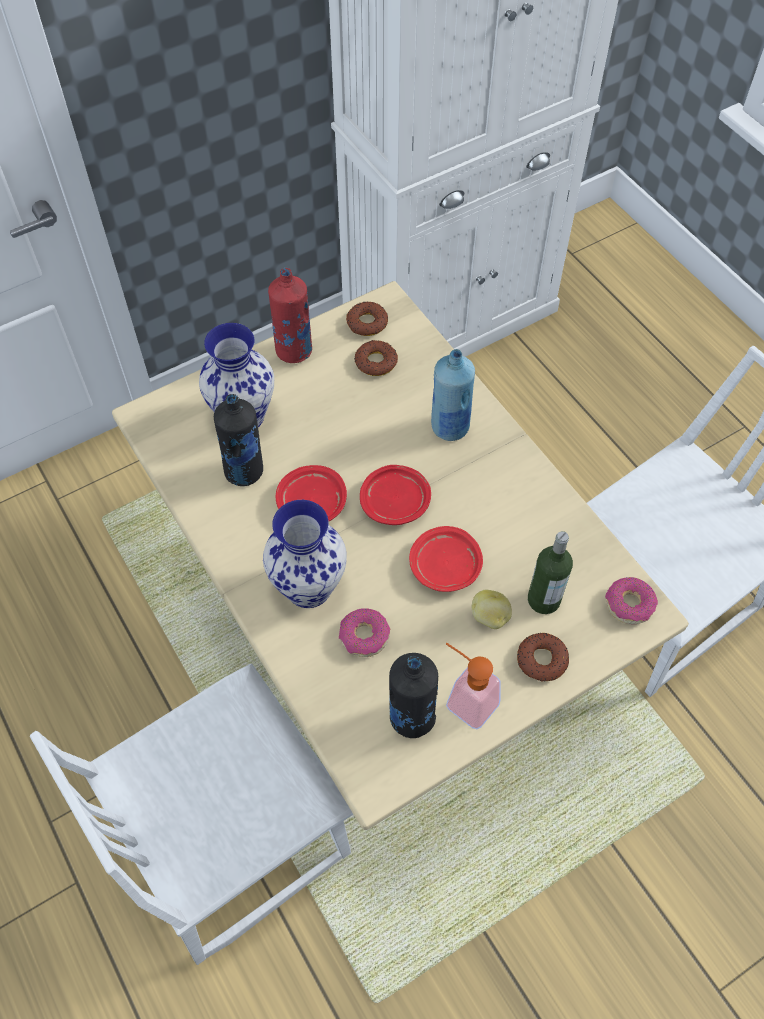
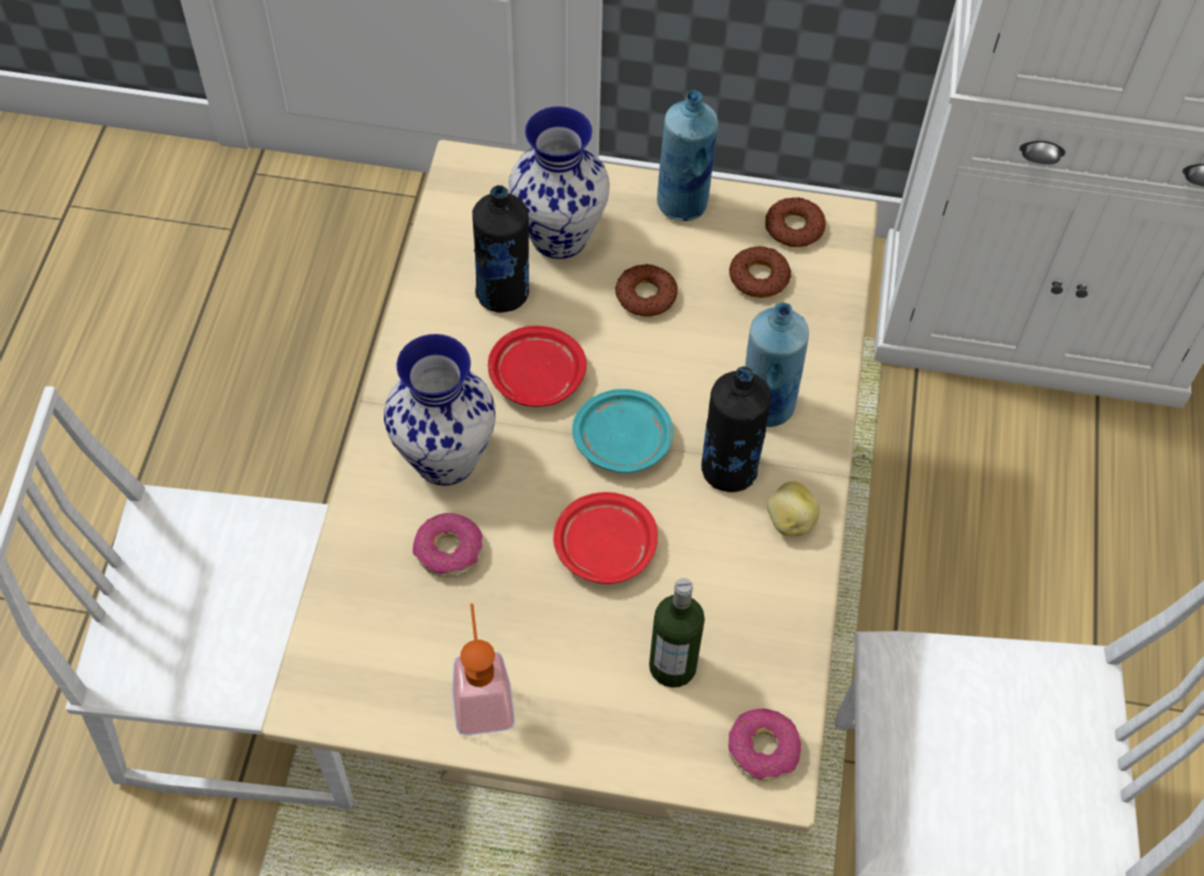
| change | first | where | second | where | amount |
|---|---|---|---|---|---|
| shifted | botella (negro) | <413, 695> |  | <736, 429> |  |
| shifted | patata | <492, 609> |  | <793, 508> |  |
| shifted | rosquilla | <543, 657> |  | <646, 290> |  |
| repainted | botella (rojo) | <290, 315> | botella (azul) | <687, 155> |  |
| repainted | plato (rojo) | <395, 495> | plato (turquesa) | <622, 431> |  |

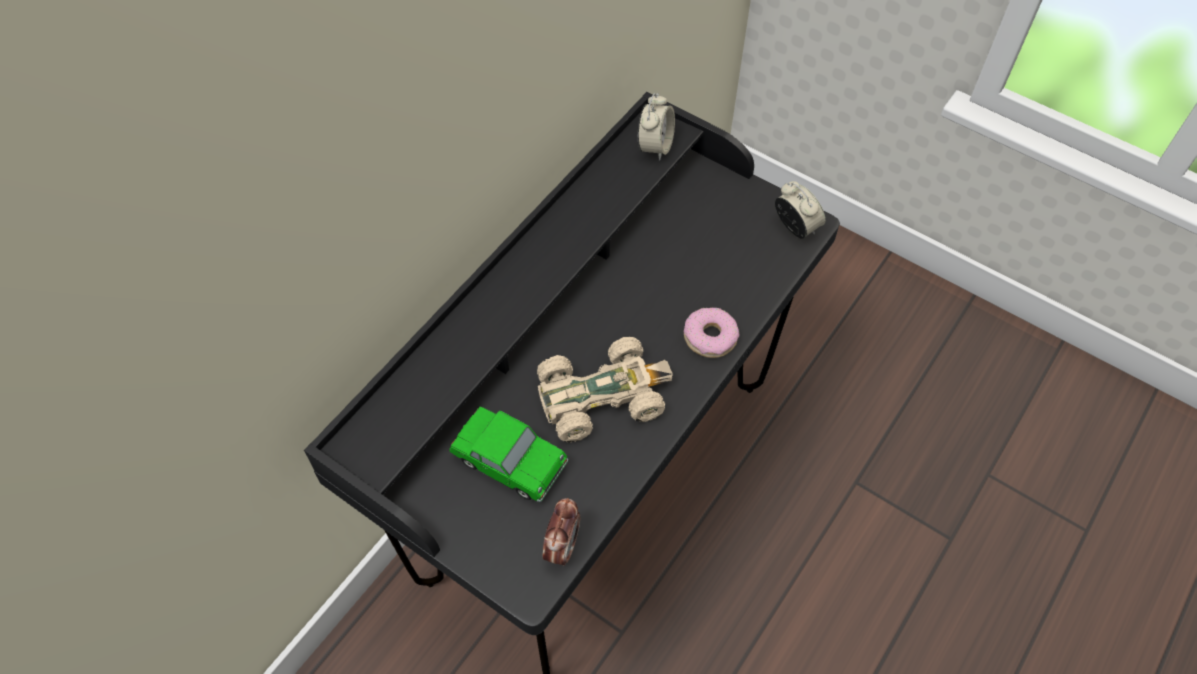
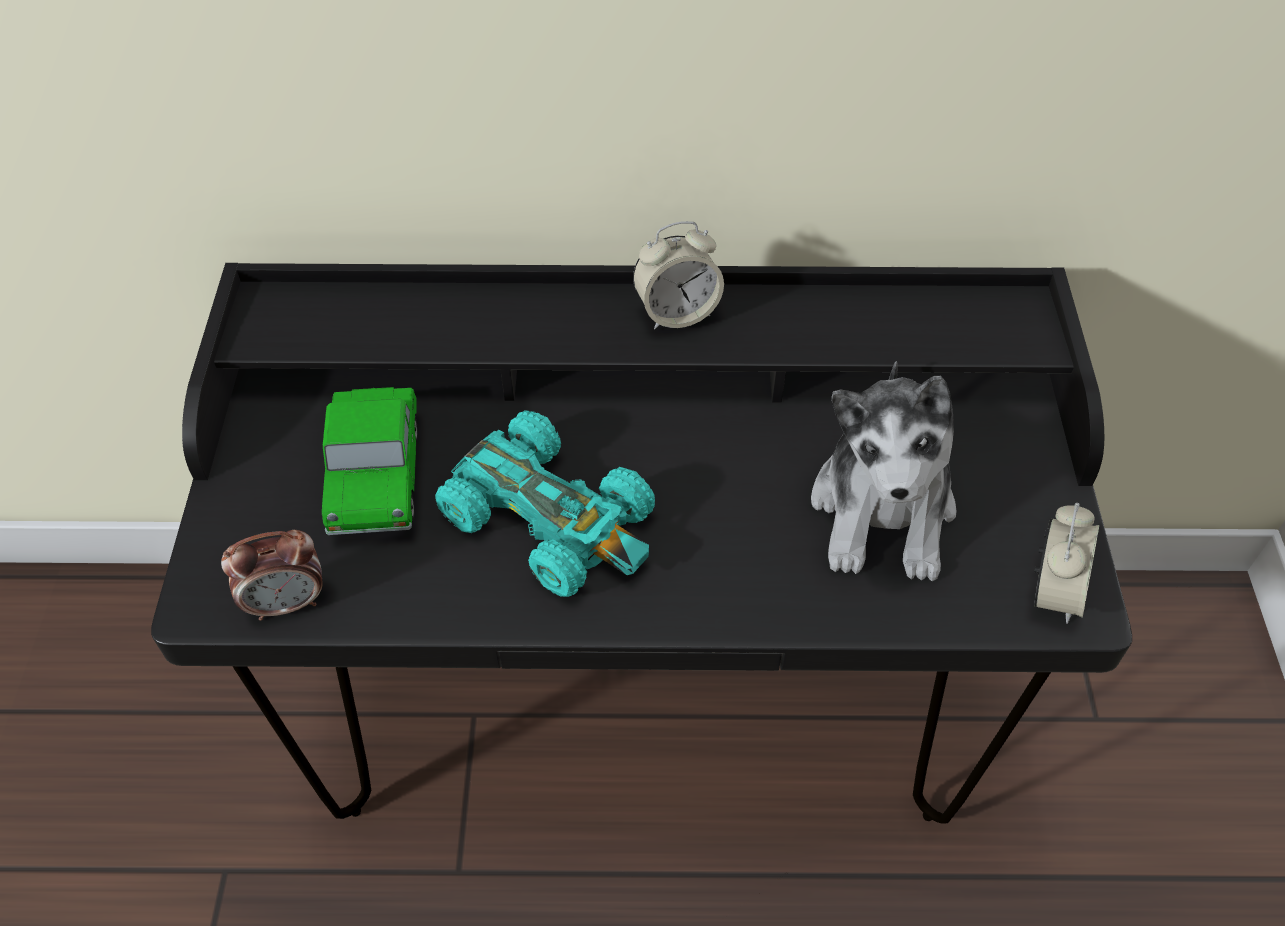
| change | first | where | second | where | amount |
|---|---|---|---|---|---|
| gone | rosquilla | <711, 333> |  |  |  |
| new |  |  | peluche | <884, 471> |  |
| shifted | despertador | <656, 126> |  | <678, 275> |  |
| repainted | coche de juguete (beis) | <605, 389> | coche de juguete (turquesa) | <545, 503> |  |

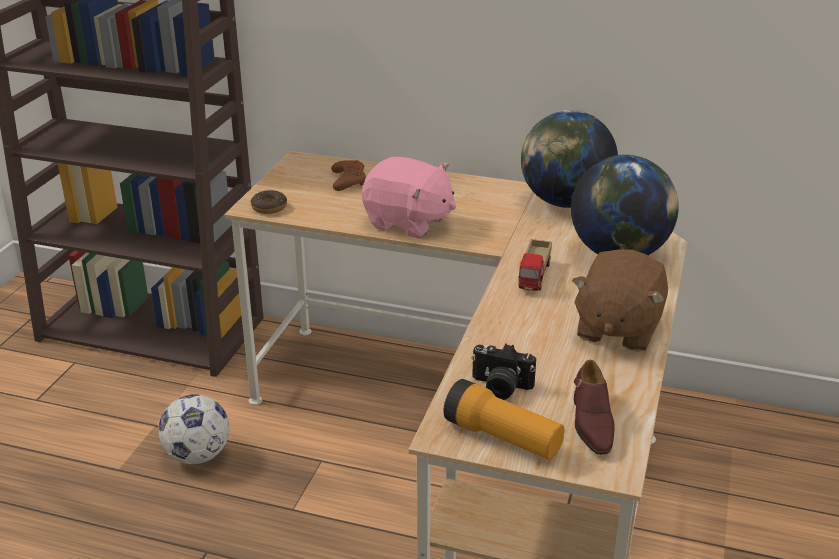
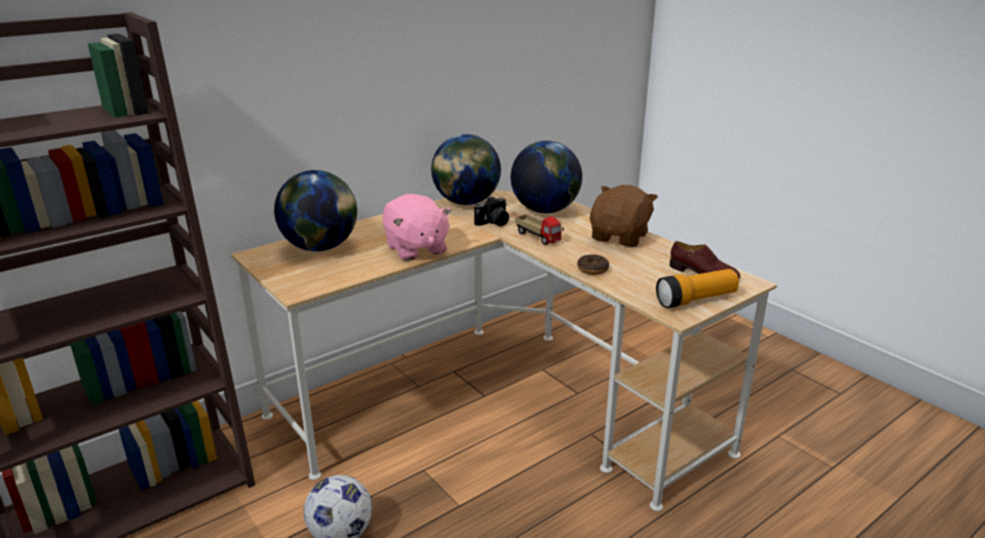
| change | first | where | second | where | amount |
|---|---|---|---|---|---|
| shifted | rosquilla | <268, 202> |  | <593, 264> |  |
| shifted | cámara | <503, 372> |  | <491, 211> |  |
| swapped | mando de consola (marrón) | <348, 175> | globo terráqueo | <315, 211> |  |
| rotated | peluche (rosa) | <409, 197> |  | <417, 227> | 90 degrees clockwise |
| rotated | peluche (marrón) | <620, 300> |  | <624, 216> | 120 degrees counterclockwise |

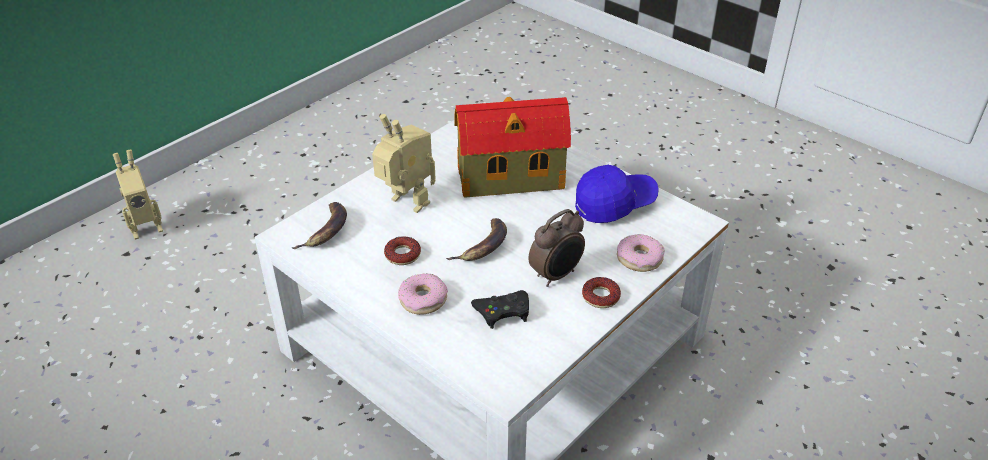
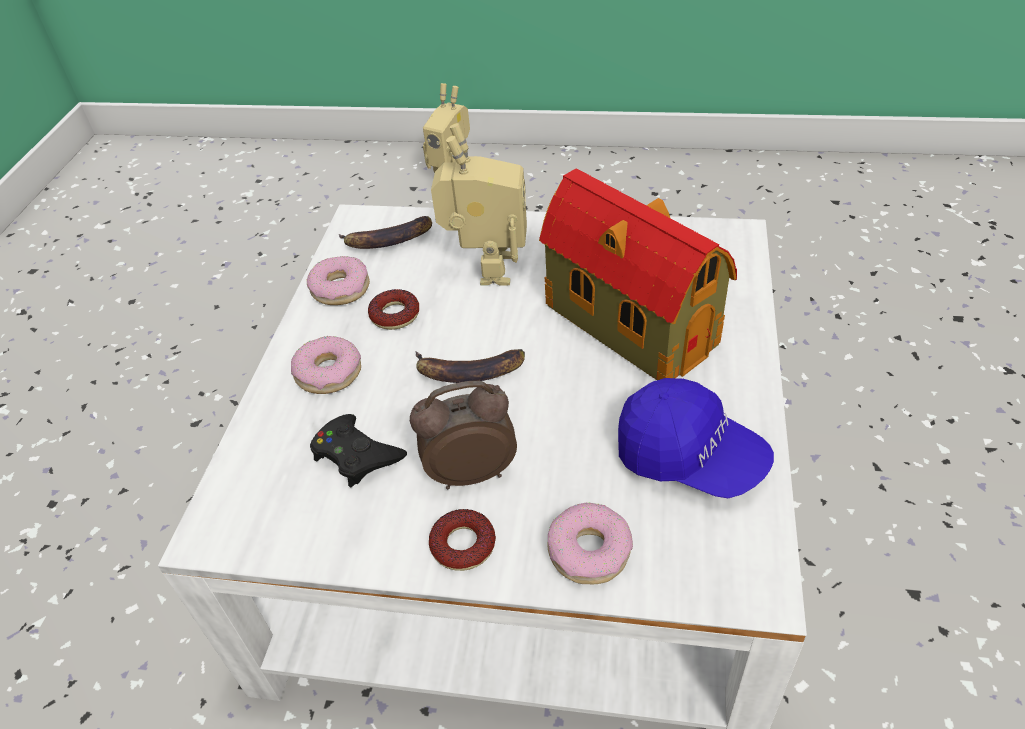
| change | first | where | second | where | amount |
|---|---|---|---|---|---|
| new |  |  | rosquilla | <338, 280> |  |
| rotated | despertador | <557, 248> |  | <463, 435> | 150 degrees clockwise |

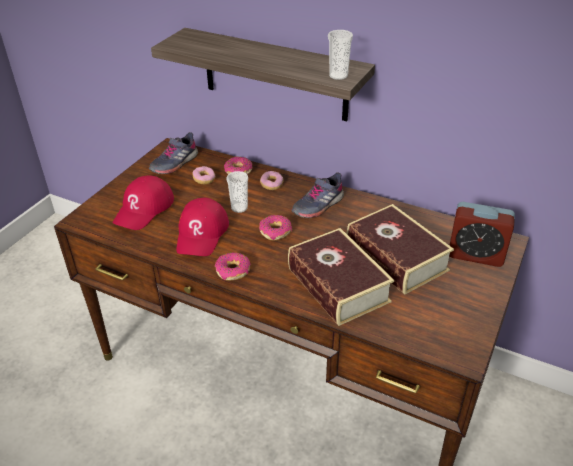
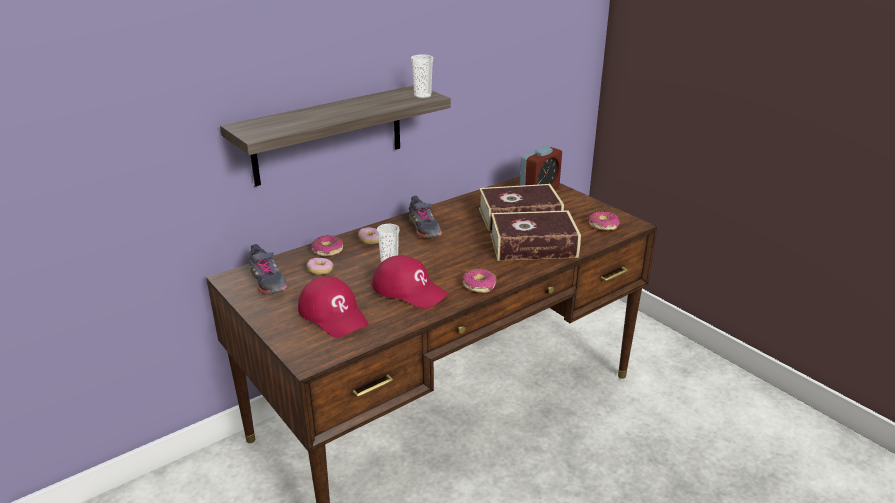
| change | first | where | second | where | amount |
|---|---|---|---|---|---|
| shifted | rosquilla | <275, 228> |  | <604, 221> |  |

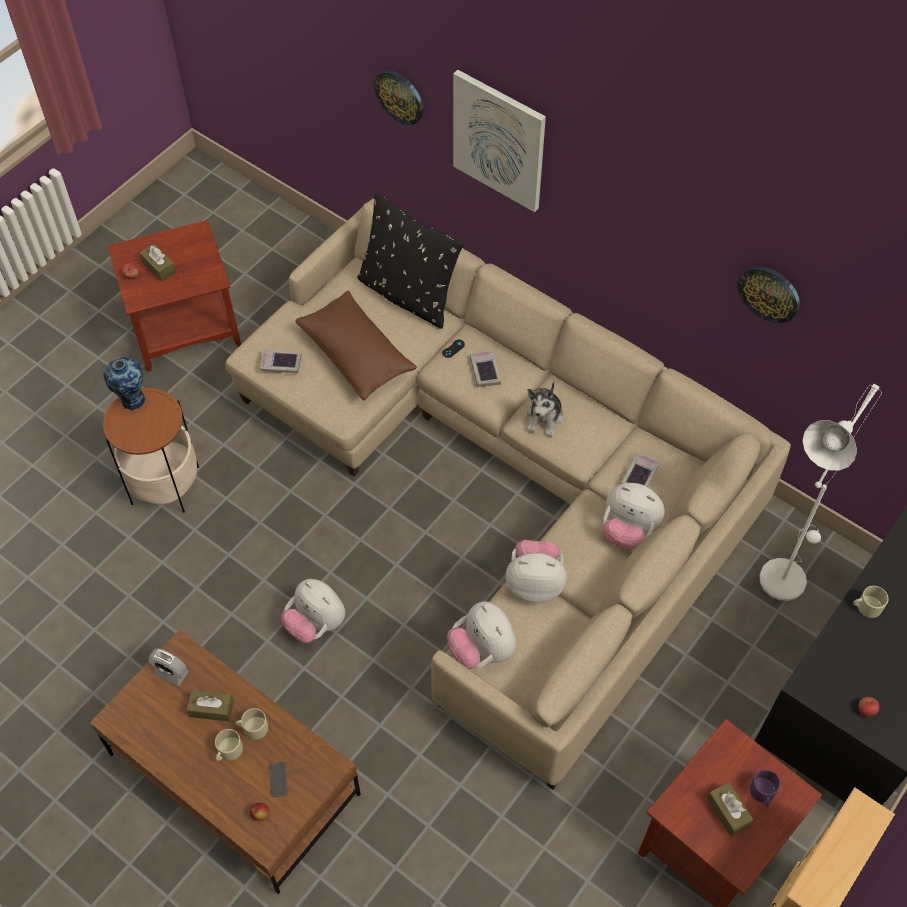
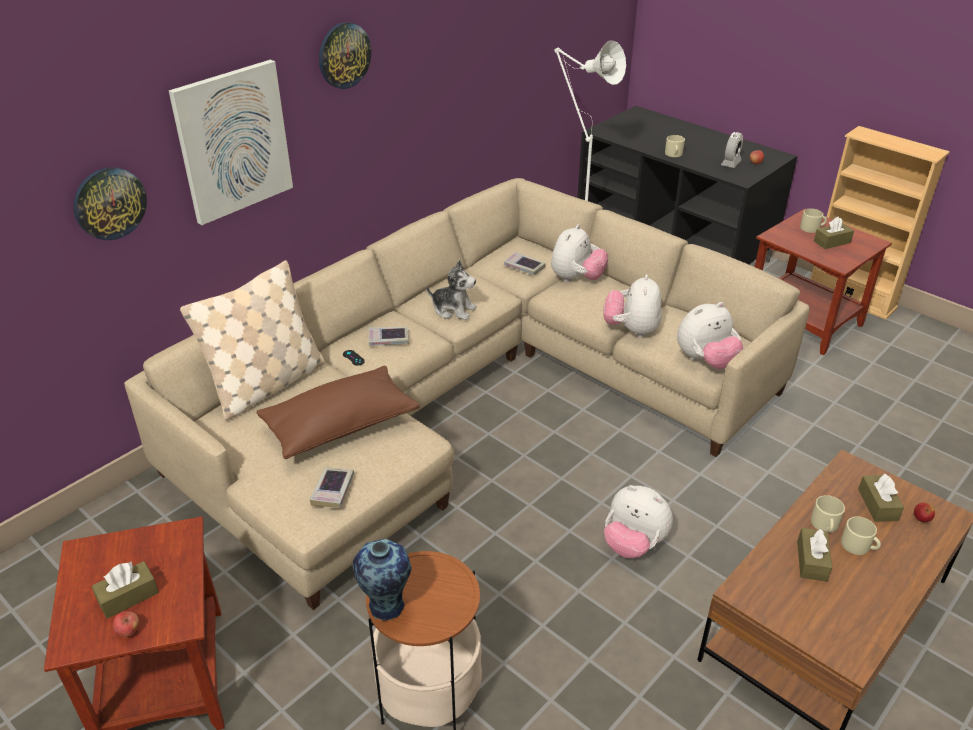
| change | first | where | second | where | amount |
|---|---|---|---|---|---|
| shifted | despertador | <168, 667> |  | <732, 150> |  |
| shifted | reloj de pared | <768, 294> |  | <345, 55> |  |
| swapped | móvil | <278, 779> | caja de pañuelos (marrón) | <881, 497> |  |
| repainted | cojín (negro) | <410, 260> | cojín (beis) | <252, 340> |  |
| repainted | taza grande (morado) | <765, 788> | taza grande (beis) | <813, 221> |  |
| rotated | peluche | <313, 611> |  | <638, 521> | 75 degrees clockwise |

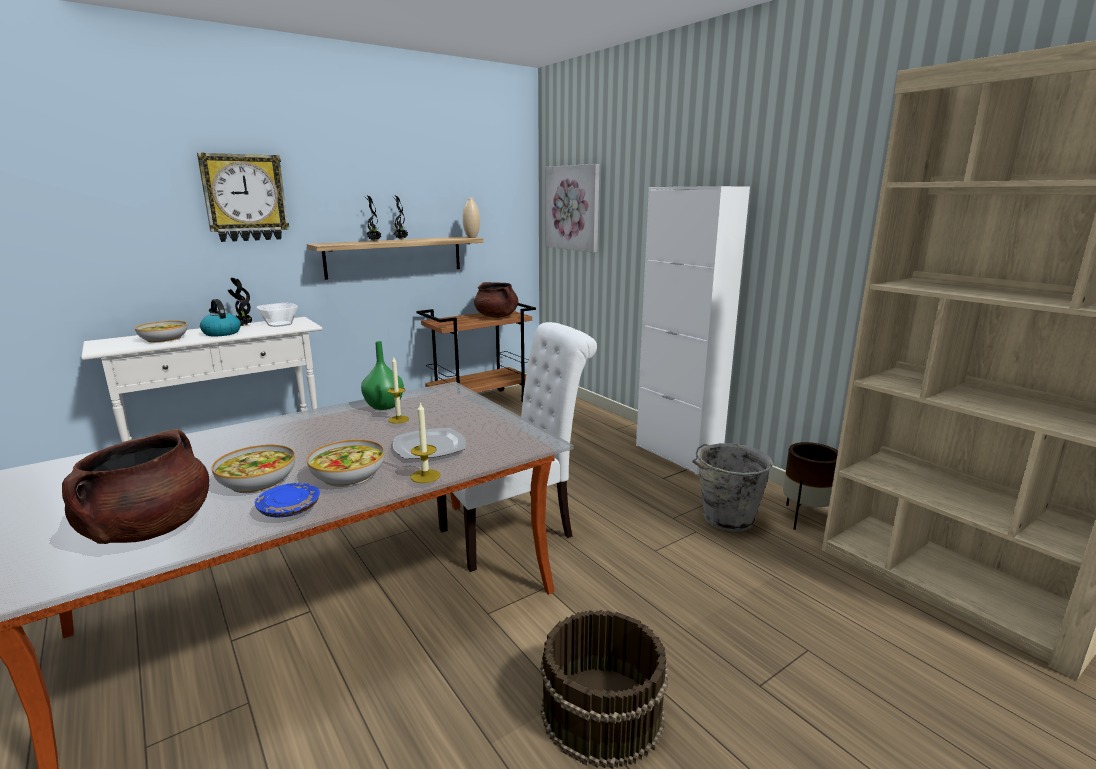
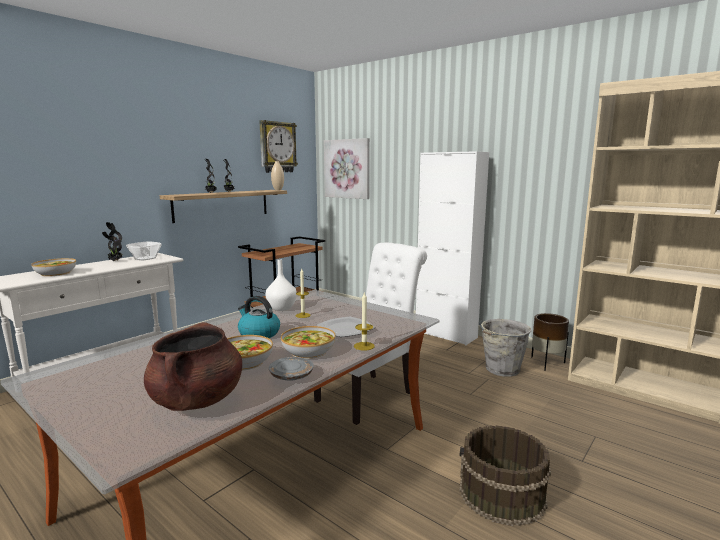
| change | first | where | second | where | amount |
|---|---|---|---|---|---|
| gone | olla (marrón) | <496, 300> |  |  |  |
| shifted | reloj de pared | <243, 197> |  | <278, 146> |  |
| shifted | hervidor | <220, 317> |  | <259, 317> |  |
| repainted | plato (azul) | <287, 500> | plato (gris) | <291, 369> |  |
| repainted | florero (verde) | <382, 375> | florero (blanco) | <281, 285> |  |

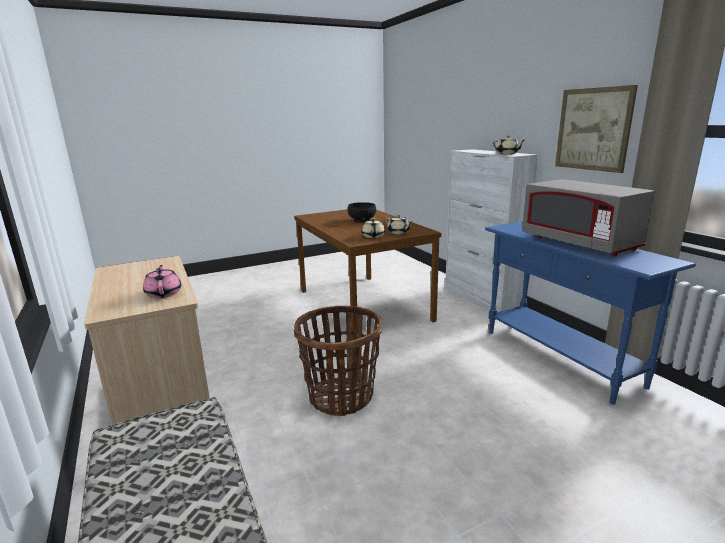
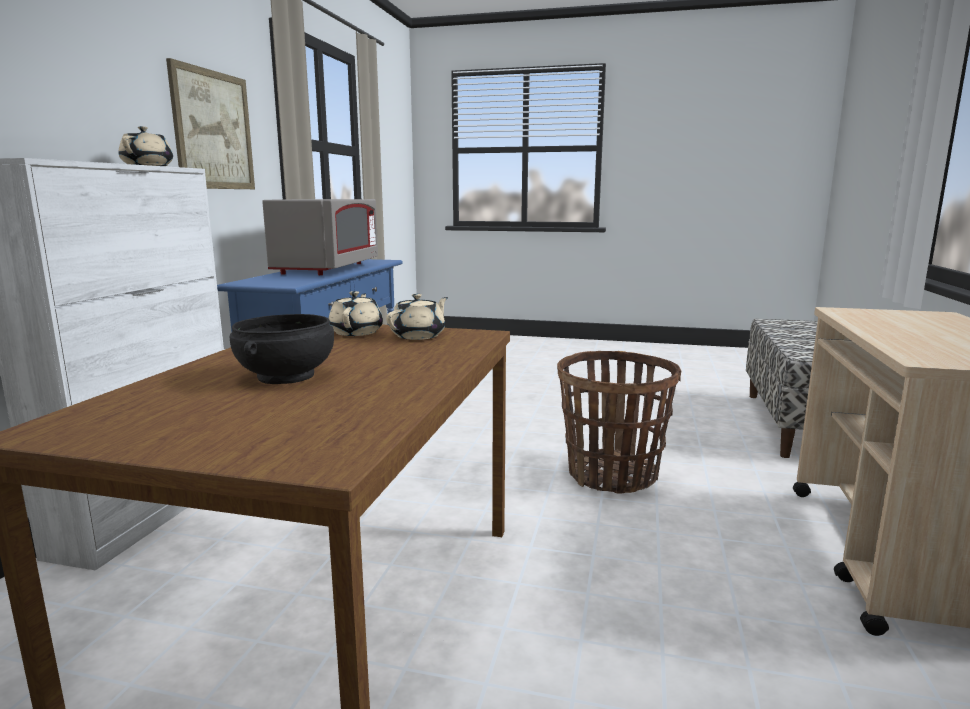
| change | first | where | second | where | amount |
|---|---|---|---|---|---|
| gone | tetera (rosa) | <162, 281> |  |  |  |

